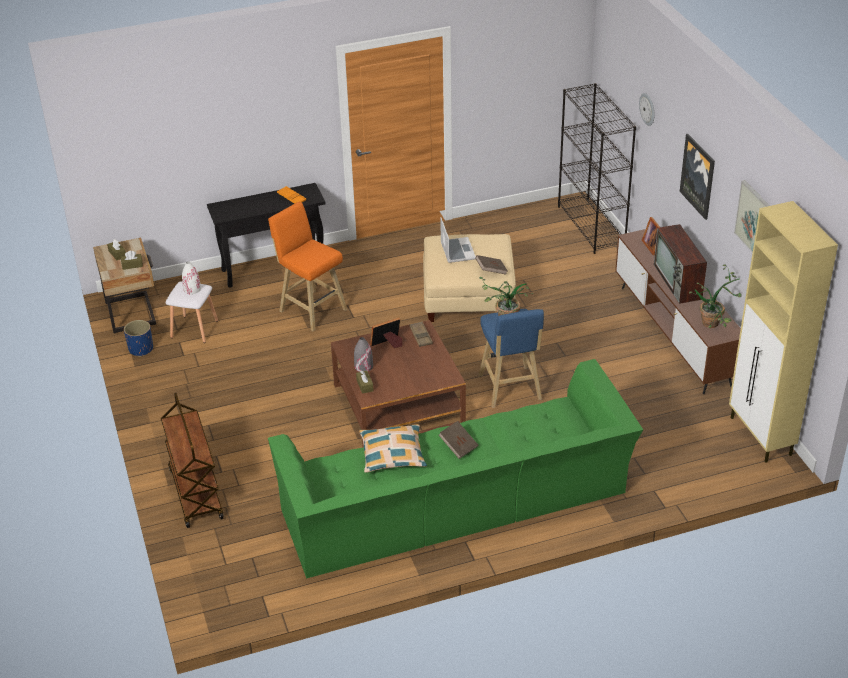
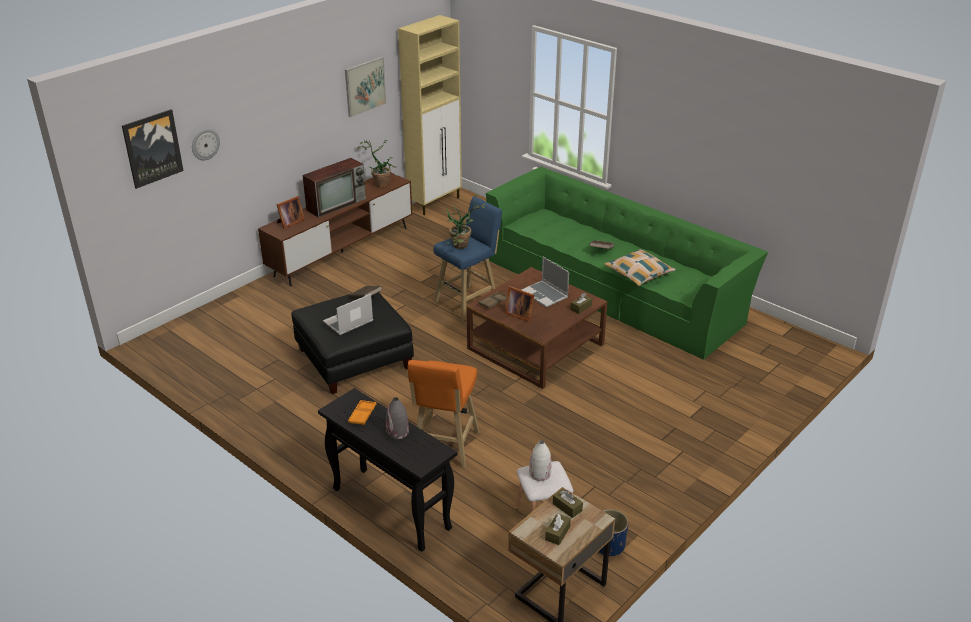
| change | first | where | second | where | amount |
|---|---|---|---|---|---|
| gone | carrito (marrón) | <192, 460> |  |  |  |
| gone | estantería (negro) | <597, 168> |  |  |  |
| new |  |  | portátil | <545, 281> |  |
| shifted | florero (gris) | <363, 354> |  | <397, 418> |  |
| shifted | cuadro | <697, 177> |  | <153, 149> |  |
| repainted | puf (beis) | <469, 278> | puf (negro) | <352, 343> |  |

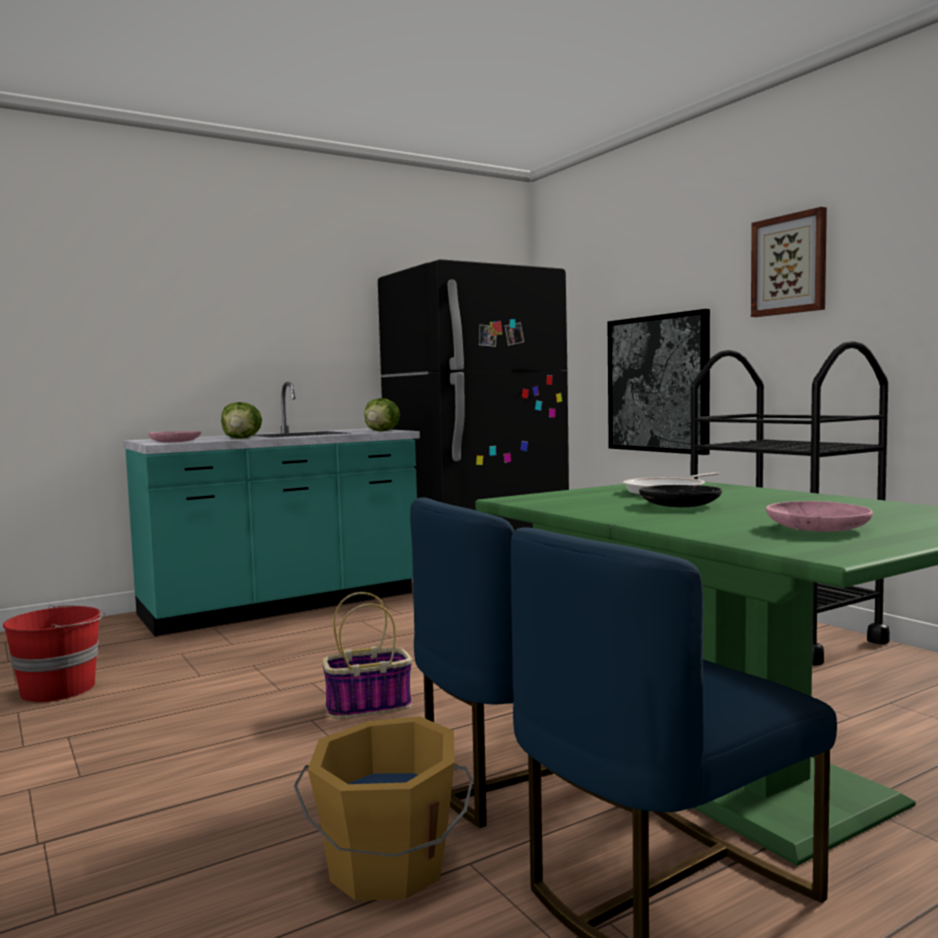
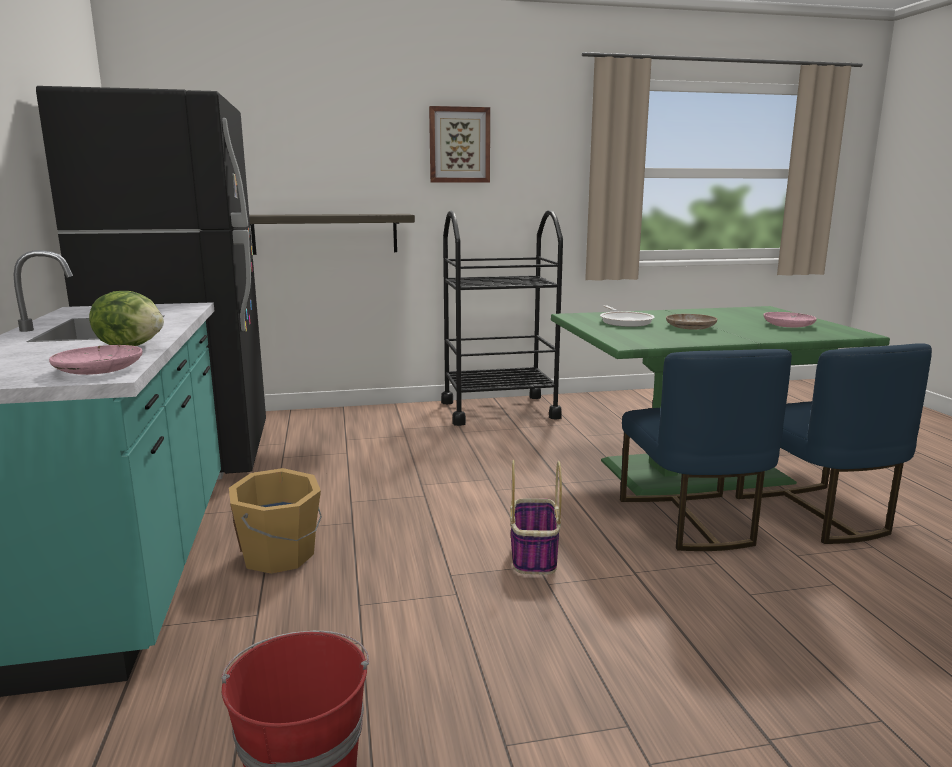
| change | first | where | second | where | amount |
|---|---|---|---|---|---|
| gone | lechuga | <382, 414> |  |  |  |
| shifted | cubo (naranja) | <383, 808> |  | <275, 521> |  |
| swapped | cuadro | <659, 382> | estante | <332, 234> |  |
| repainted | plato (negro) | <680, 496> | plato (beis) | <691, 322> |  |

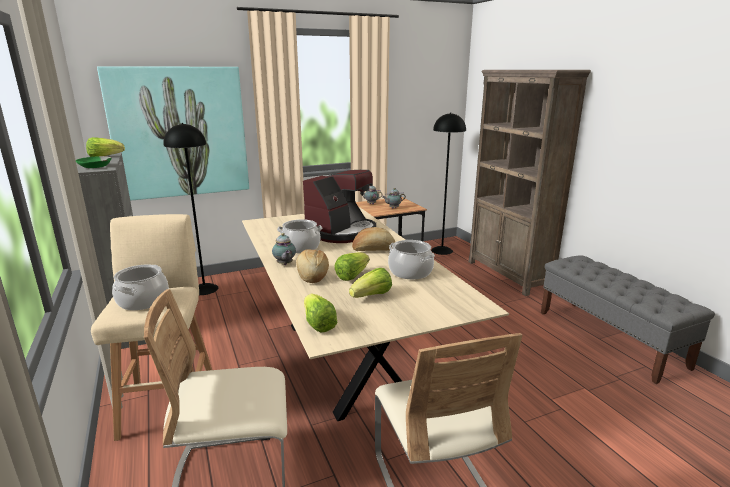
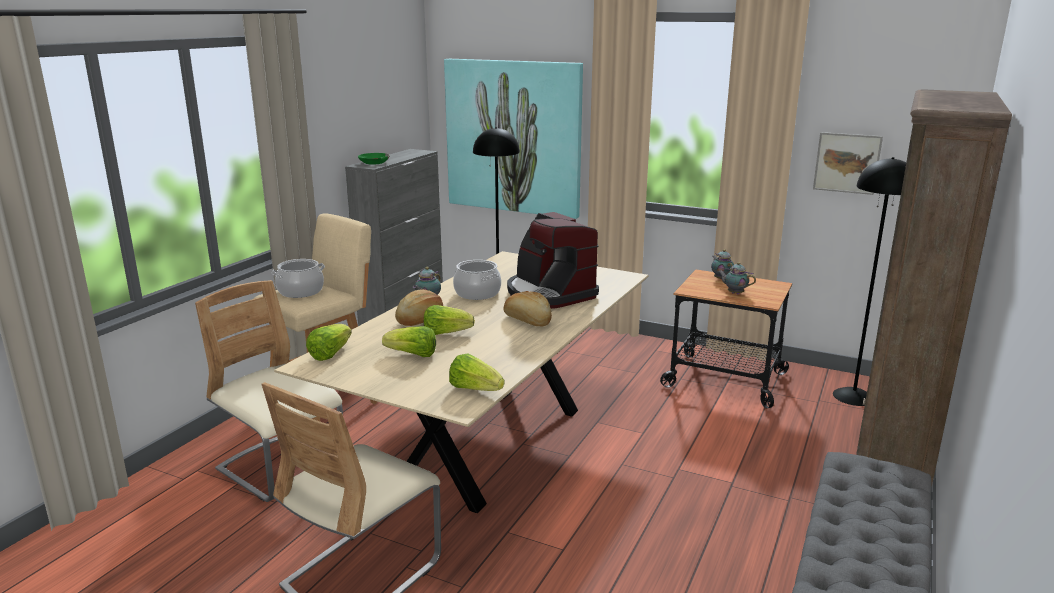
| change | first | where | second | where | amount |
|---|---|---|---|---|---|
| gone | olla | <411, 259> |  |  |  |
| new |  |  | cuadro | <848, 163> |  |
| shifted | lechuga | <105, 147> |  | <476, 372> |  |
| rotated | cafetera | <339, 206> |  | <553, 260> | 60 degrees clockwise |

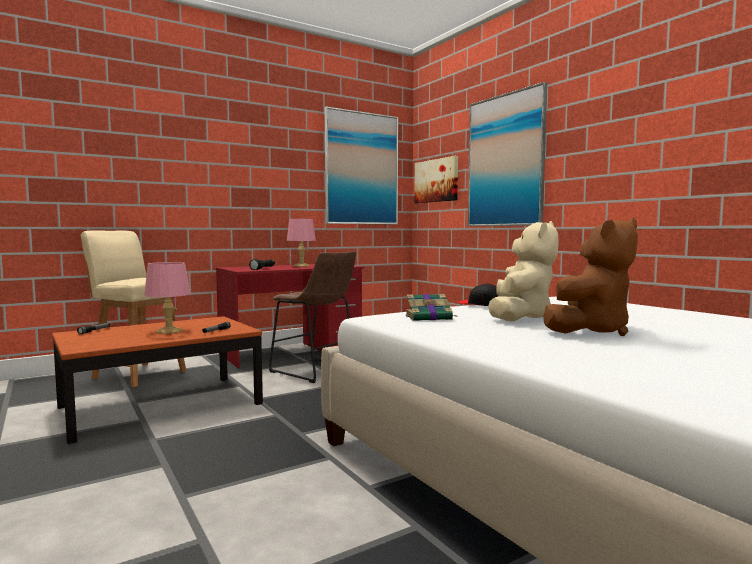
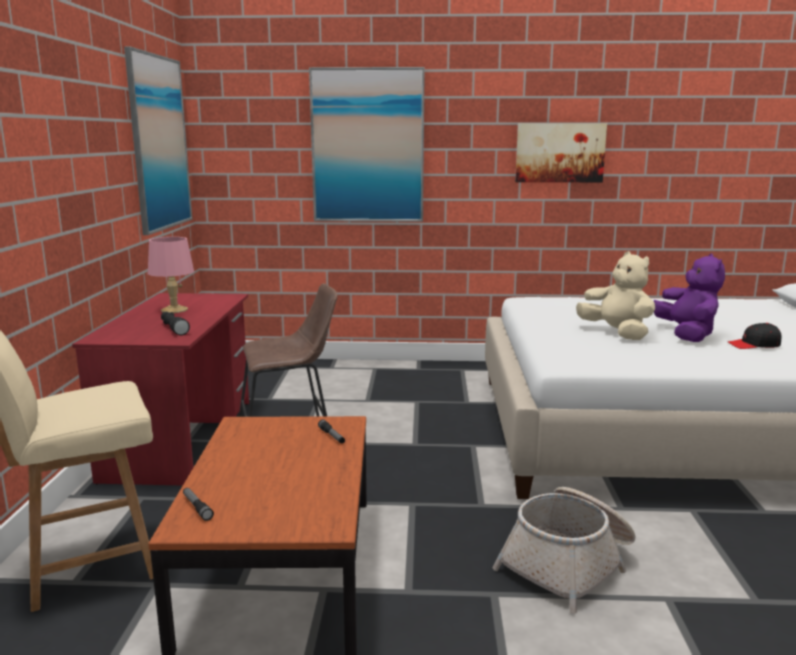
| change | first | where | second | where | amount |
|---|---|---|---|---|---|
| gone | lámpara de mesa (rosa) | <167, 298> |  |  |  |
| gone | libro | <432, 307> |  |  |  |
| new |  |  | cesta | <563, 550> |  |
| shifted | cuadro | <436, 179> |  | <561, 152> |  |
| shifted | gorra (negro) | <478, 294> |  | <754, 336> |  |
| repainted | peluche (marrón) | <590, 277> | peluche (morado) | <689, 297> |  |

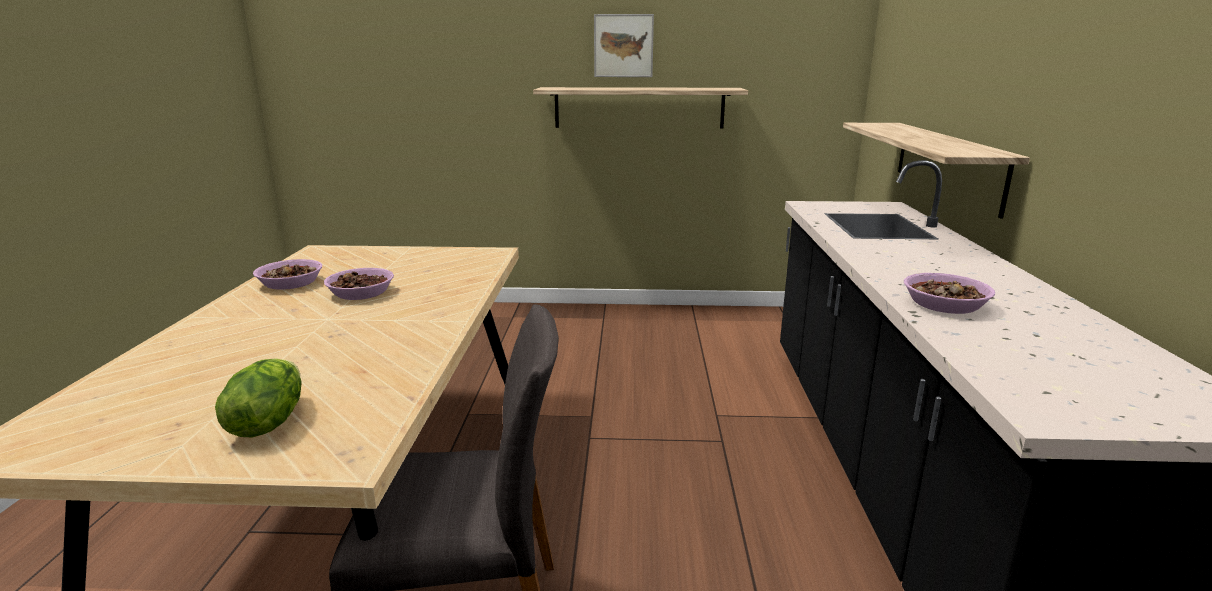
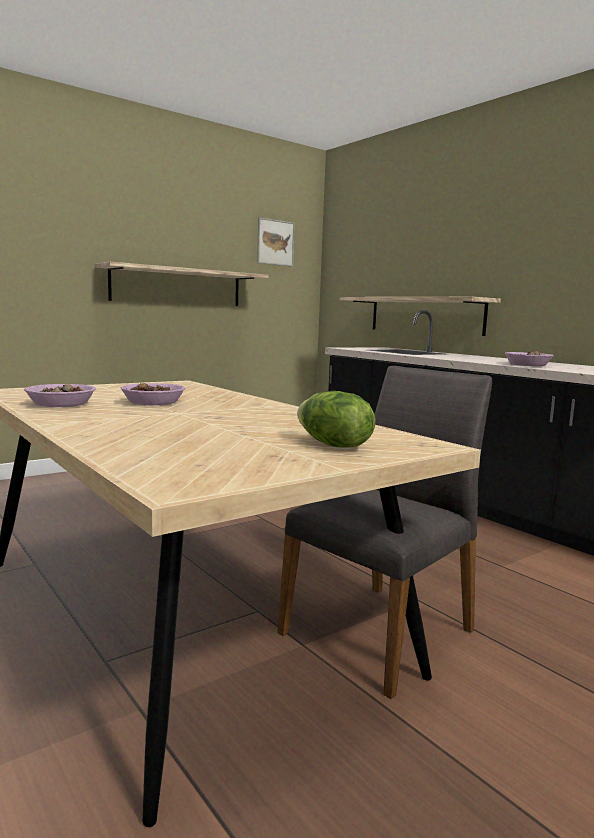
| change | first | where | second | where | amount |
|---|---|---|---|---|---|
| shifted | cuadro | <624, 45> |  | <276, 242> |  |

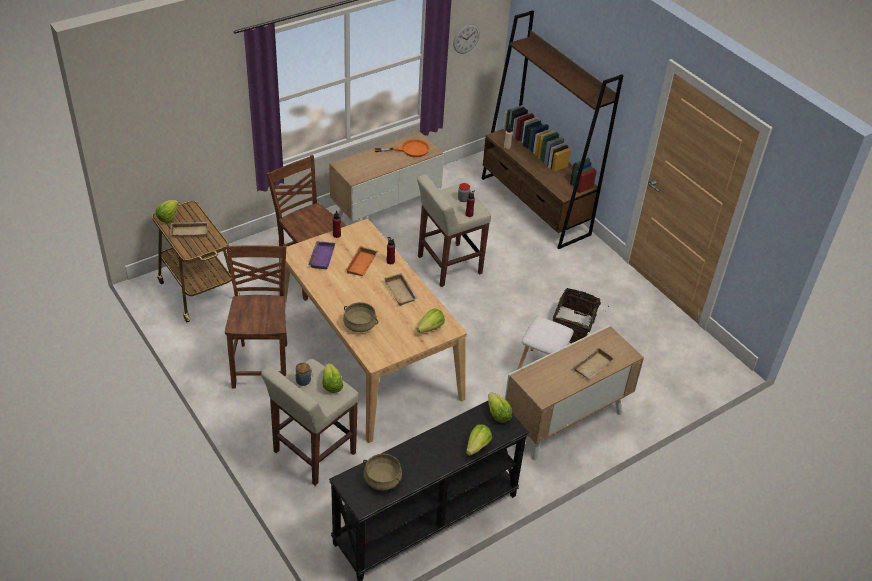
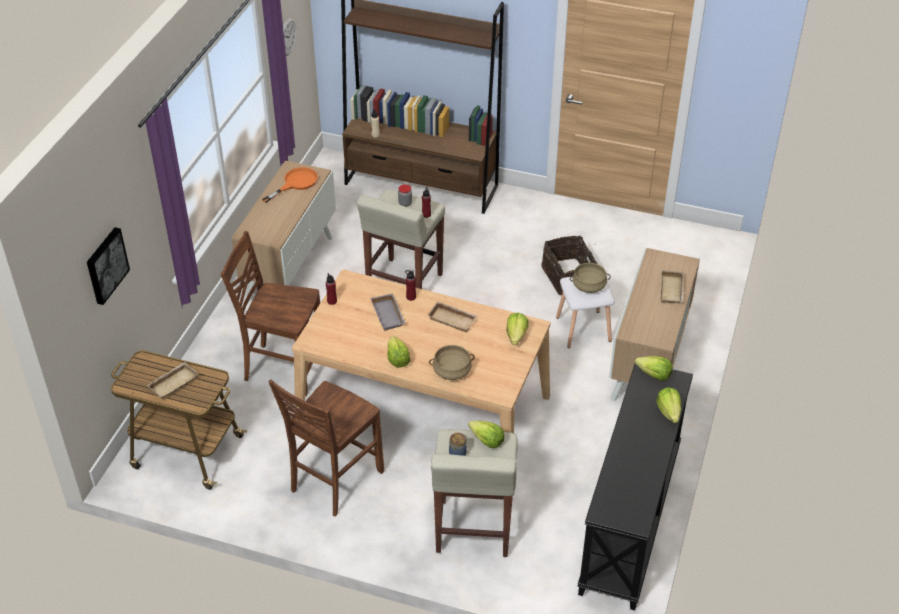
| change | first | where | second | where | amount |
|---|---|---|---|---|---|
| gone | bandeja (morado) | <322, 255> |  |  |  |
| new |  |  | cuadro | <108, 266> |  |
| shifted | lechuga | <167, 211> |  | <398, 351> |  |
| shifted | olla (beis) | <382, 472> |  | <590, 278> |  |
| repainted | bandeja (naranja) | <362, 261> | bandeja (gris) | <388, 312> |  |
| rotated | silla (marrón) | <256, 317> |  | <326, 448> | 105 degrees counterclockwise |

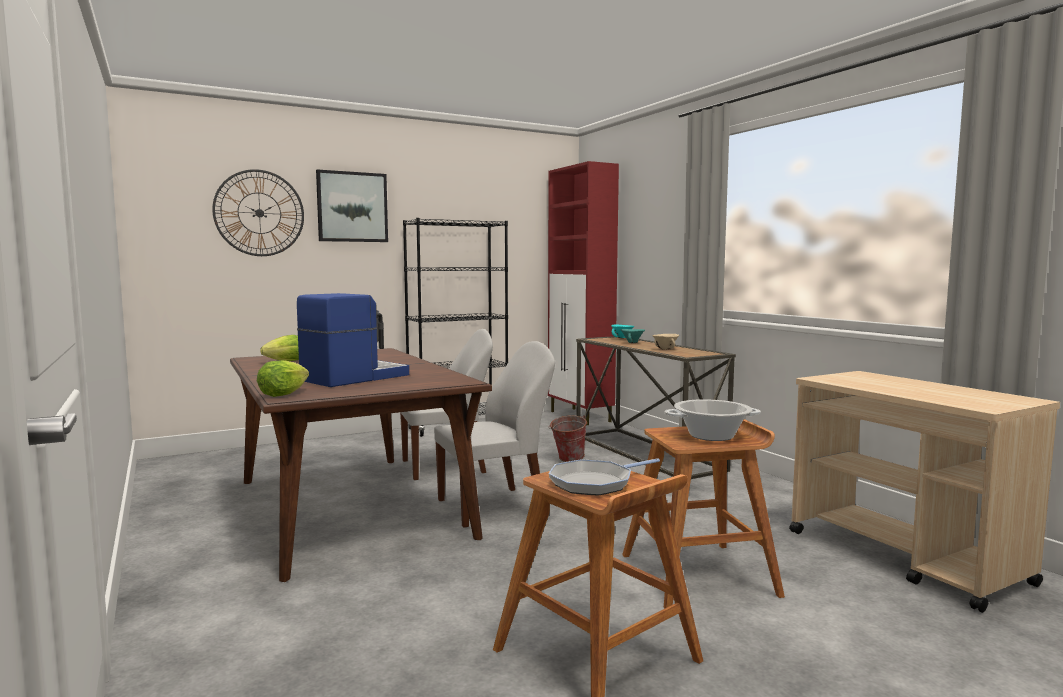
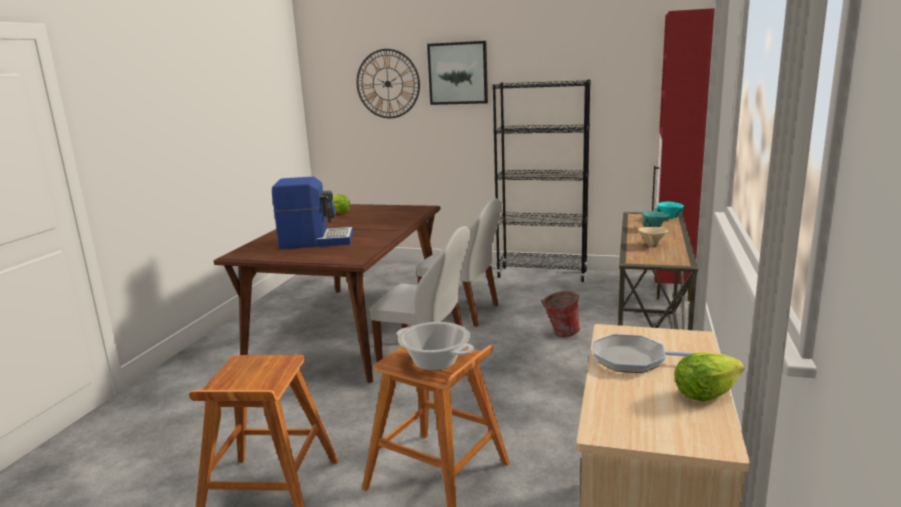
| change | first | where | second | where | amount |
|---|---|---|---|---|---|
| shifted | lechuga | <283, 378> |  | <709, 376> |  |
| shifted | sartén | <604, 477> |  | <643, 353> |  |

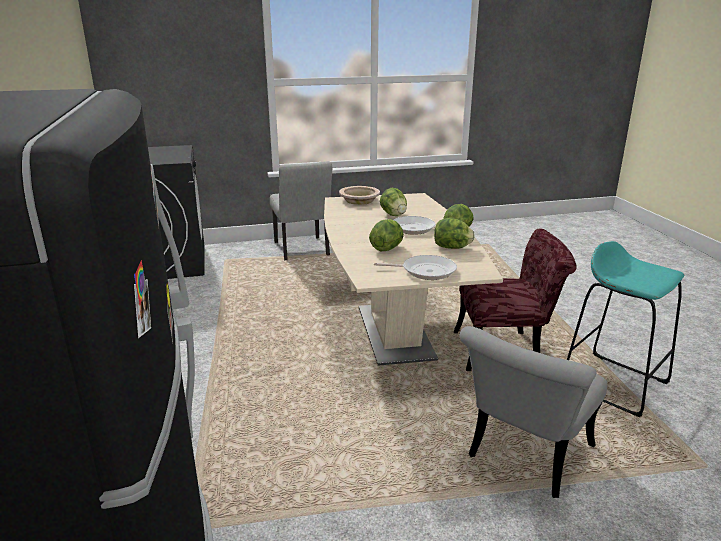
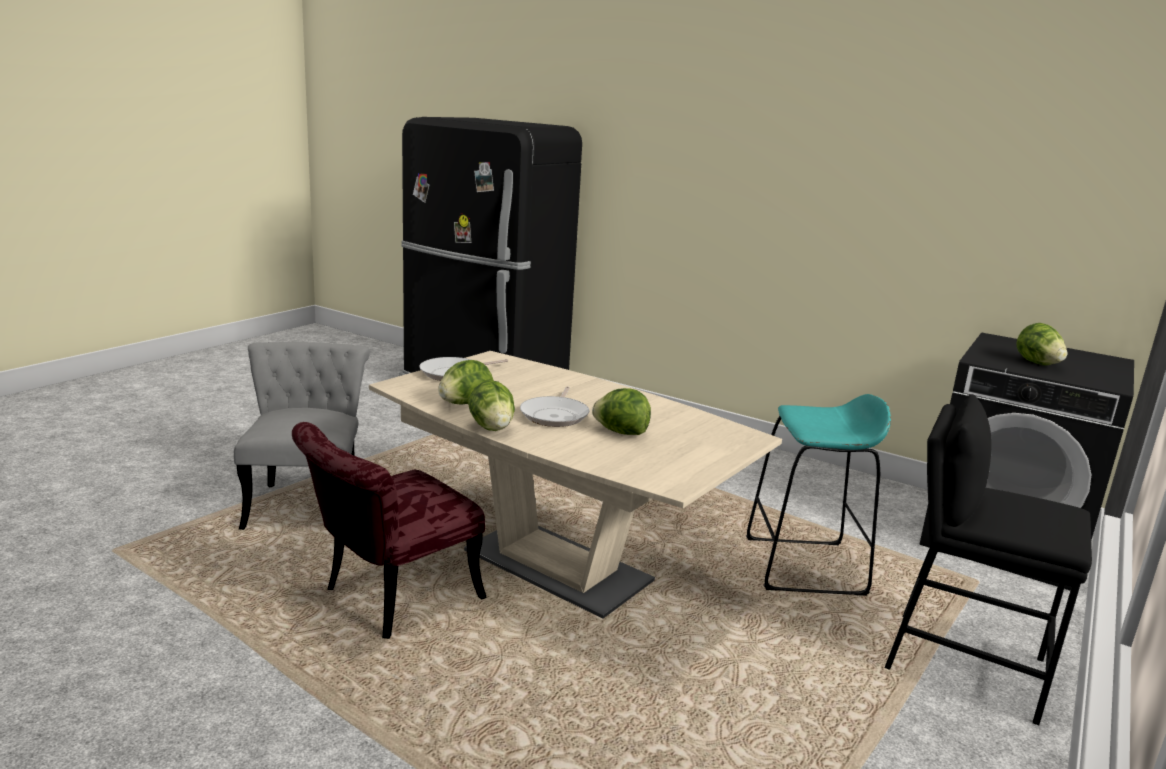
| change | first | where | second | where | amount |
|---|---|---|---|---|---|
| gone | cuenco (beis) | <359, 195> |  |  |  |
| shifted | lechuga | <386, 235> |  | <1041, 344> |  |
| shifted | taburete (turquesa) | <625, 329> |  | <818, 495> |  |
| swapped | silla (gris) | <301, 210> | taburete (negro) | <988, 559> |  |

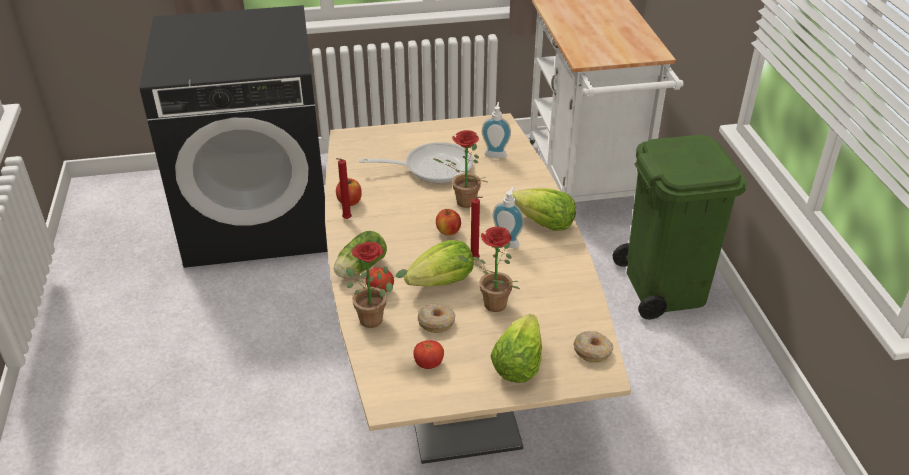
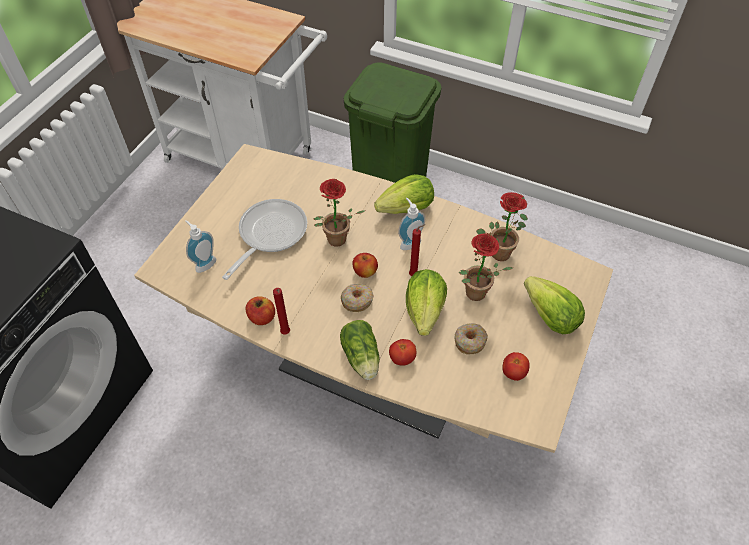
| change | first | where | second | where | amount |
|---|---|---|---|---|---|
| shifted | planta en maceta | <377, 285> |  | <502, 226> |  |
| shifted | dispensador de jabón | <496, 130> |  | <200, 246> |  |
| shifted | rosquilla | <593, 346> |  | <357, 298> |  |

